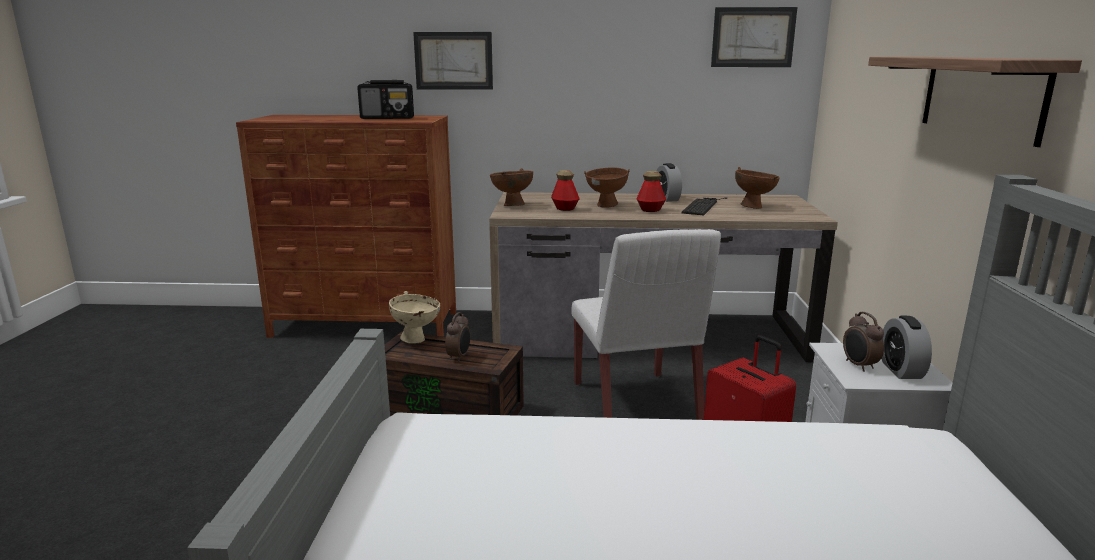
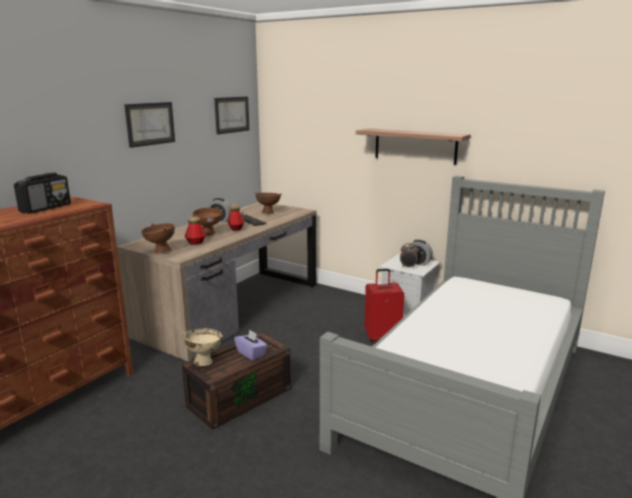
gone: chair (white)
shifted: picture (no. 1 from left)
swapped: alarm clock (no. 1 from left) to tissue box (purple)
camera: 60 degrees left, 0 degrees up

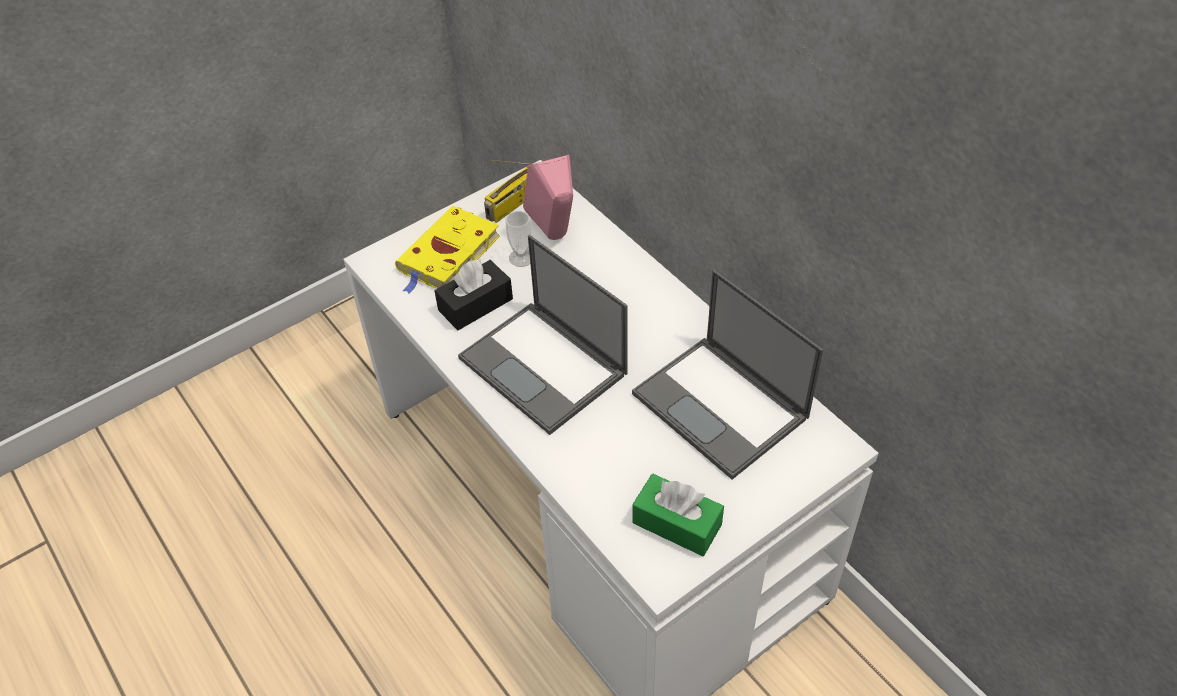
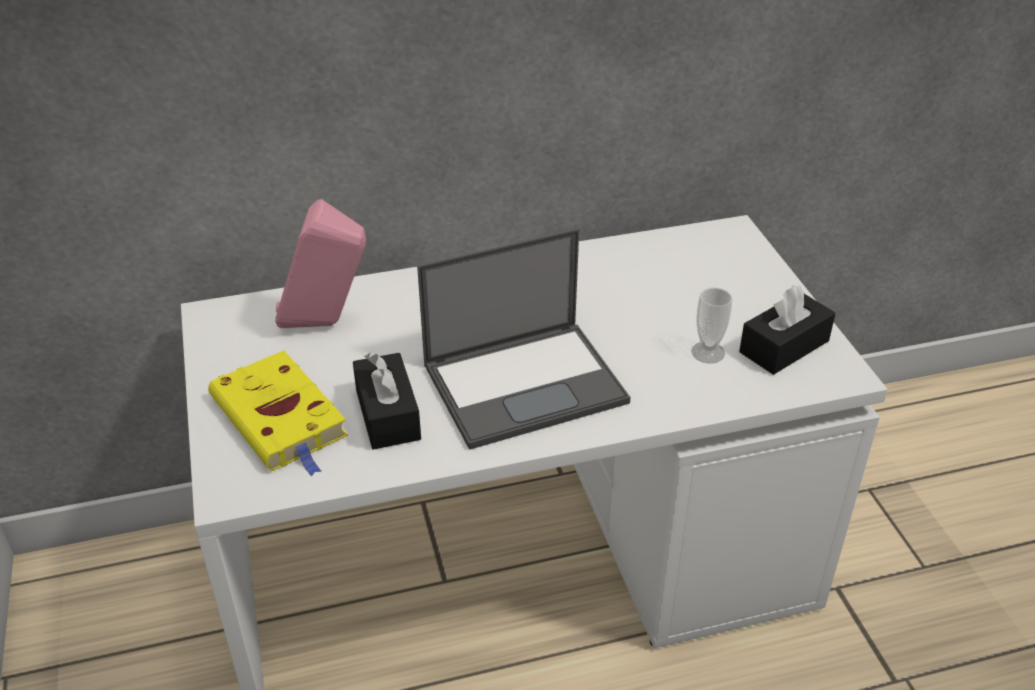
gone: radio; laptop (no. 2 from left)
shifted: cup
repainted: tissue box (green) to tissue box (black) (no. 2 from left)
camera: 70 degrees left, 10 degrees down

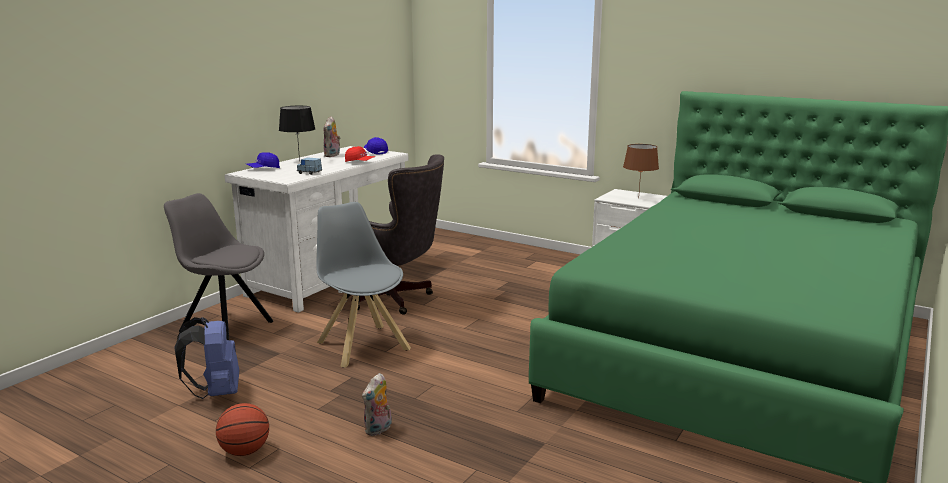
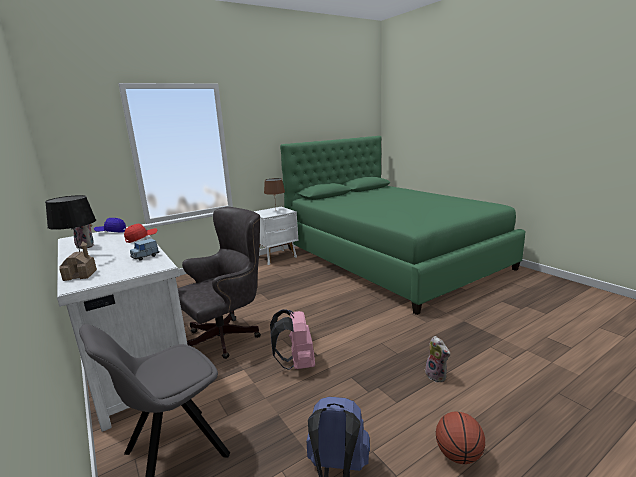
swapped: cap (blue) (no. 1 from left) to toy house; chair (grey) (no. 2 from left) to backpack (pink)
camera: 65 degrees left, 0 degrees up

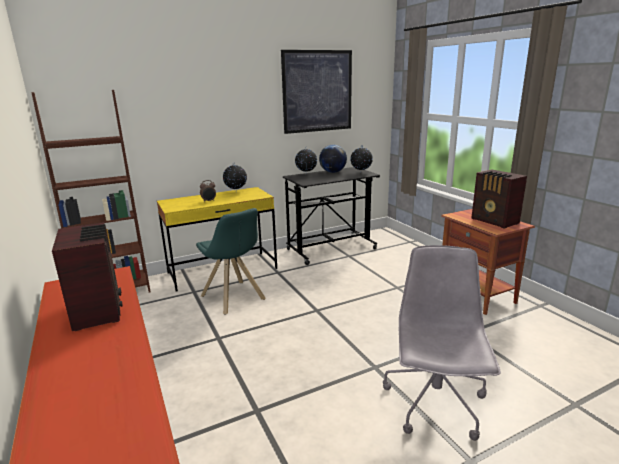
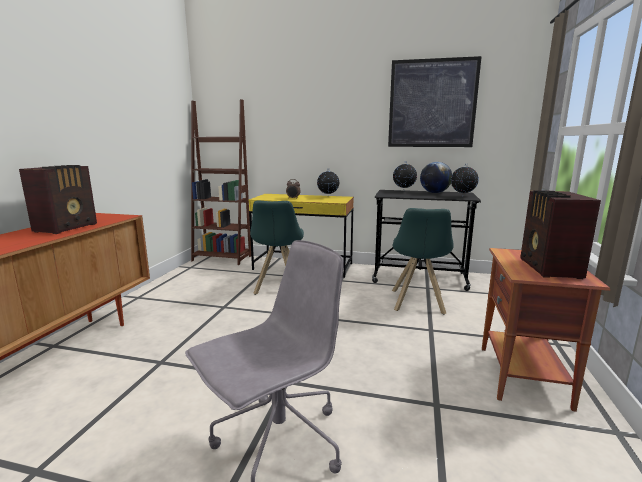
new: chair (turquoise) (no. 2 from left)
camera: 40 degrees right, 5 degrees down

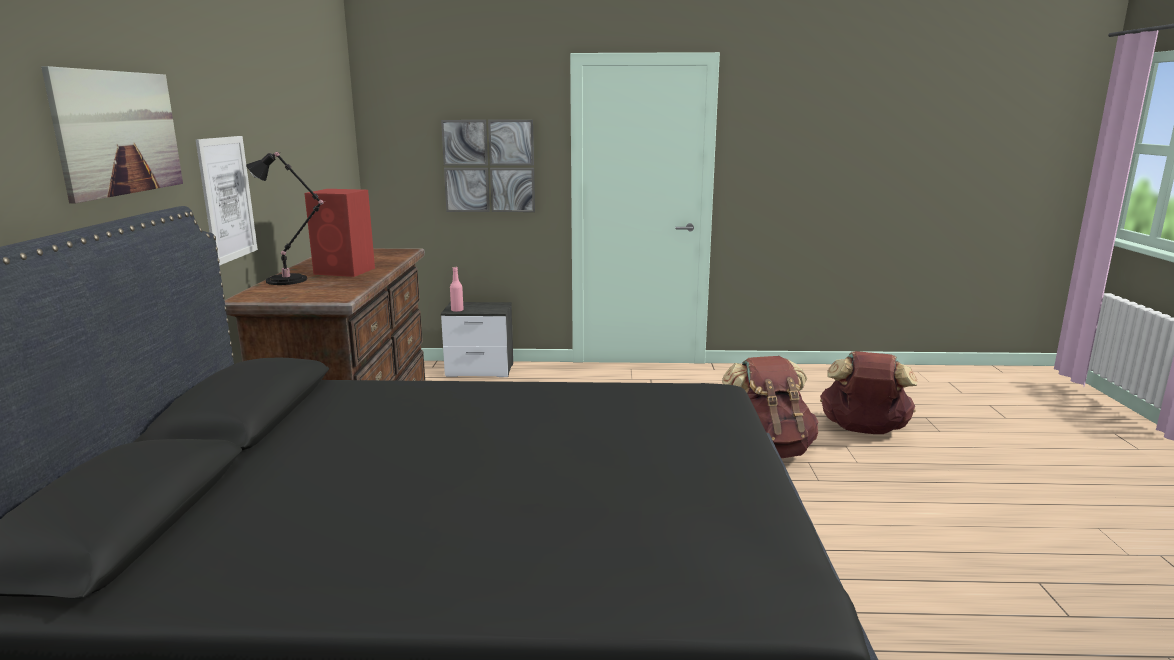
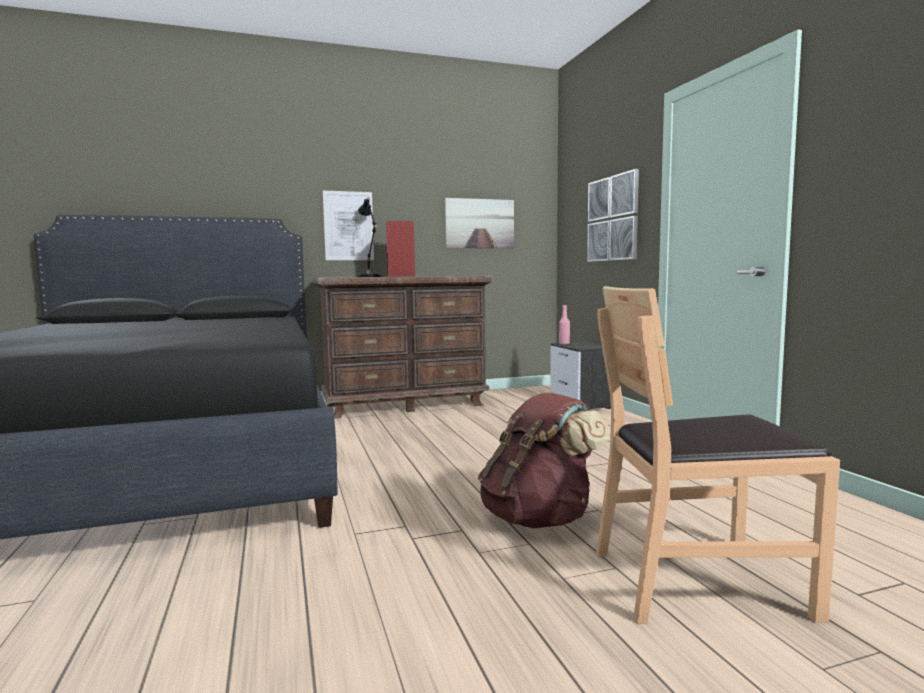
shifted: picture (no. 1 from left in the first image) to picture (no. 2 from left)
swapped: backpack (brown) (no. 2 from left) to chair (brown)
camera: 70 degrees right, 10 degrees down

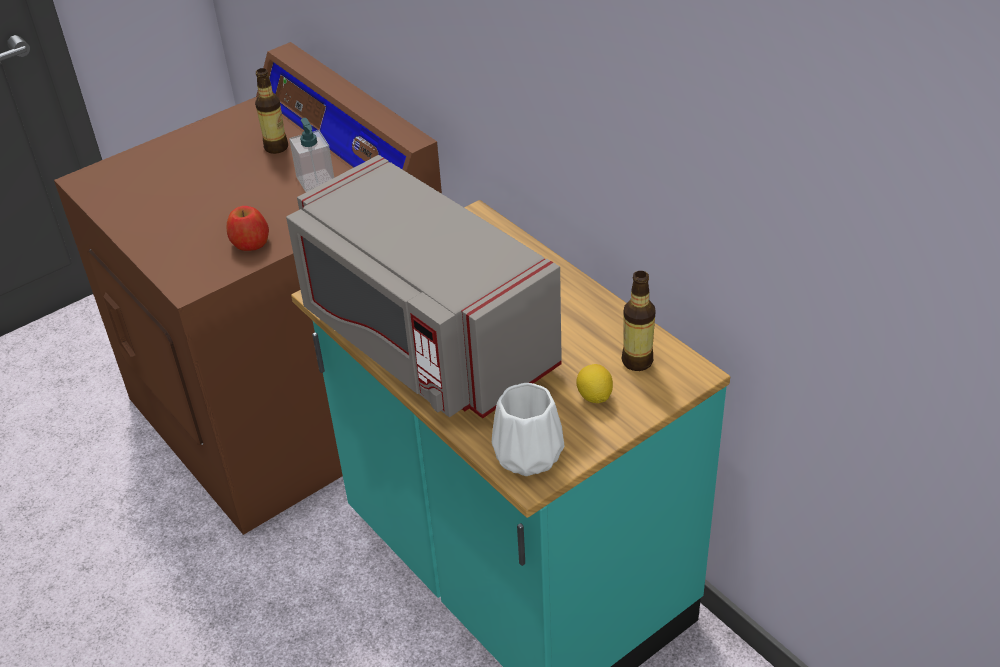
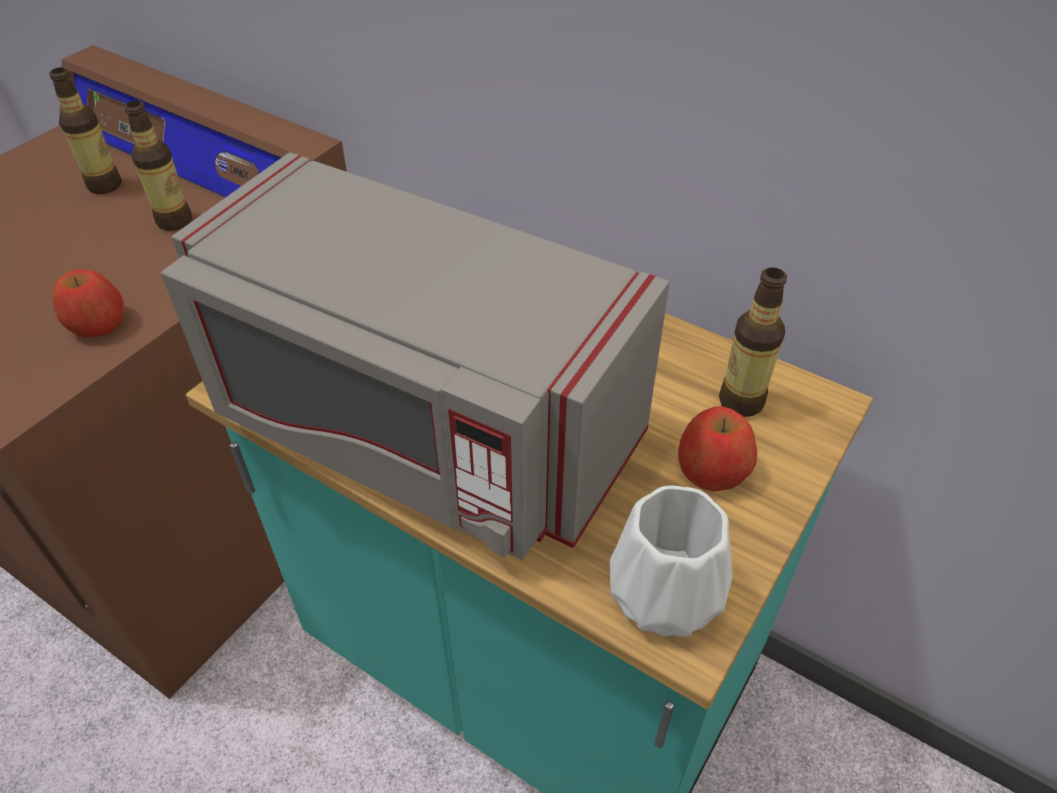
swapped: soap dispenser to bottle (no. 2 from left); lemon to apple (no. 2 from left)
camera: 20 degrees left, 5 degrees up

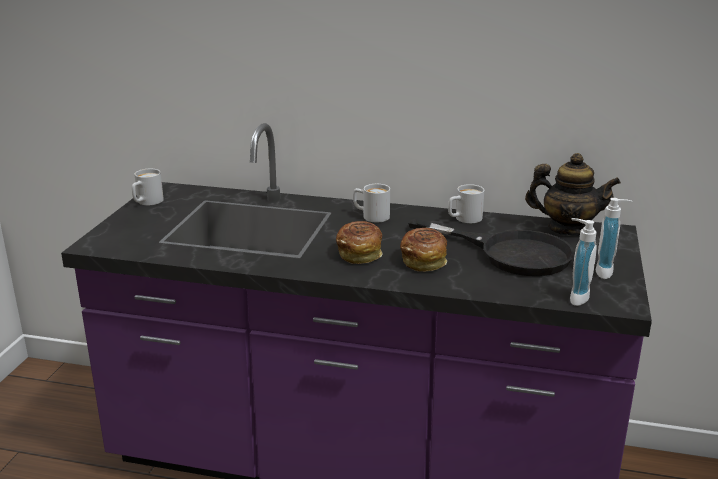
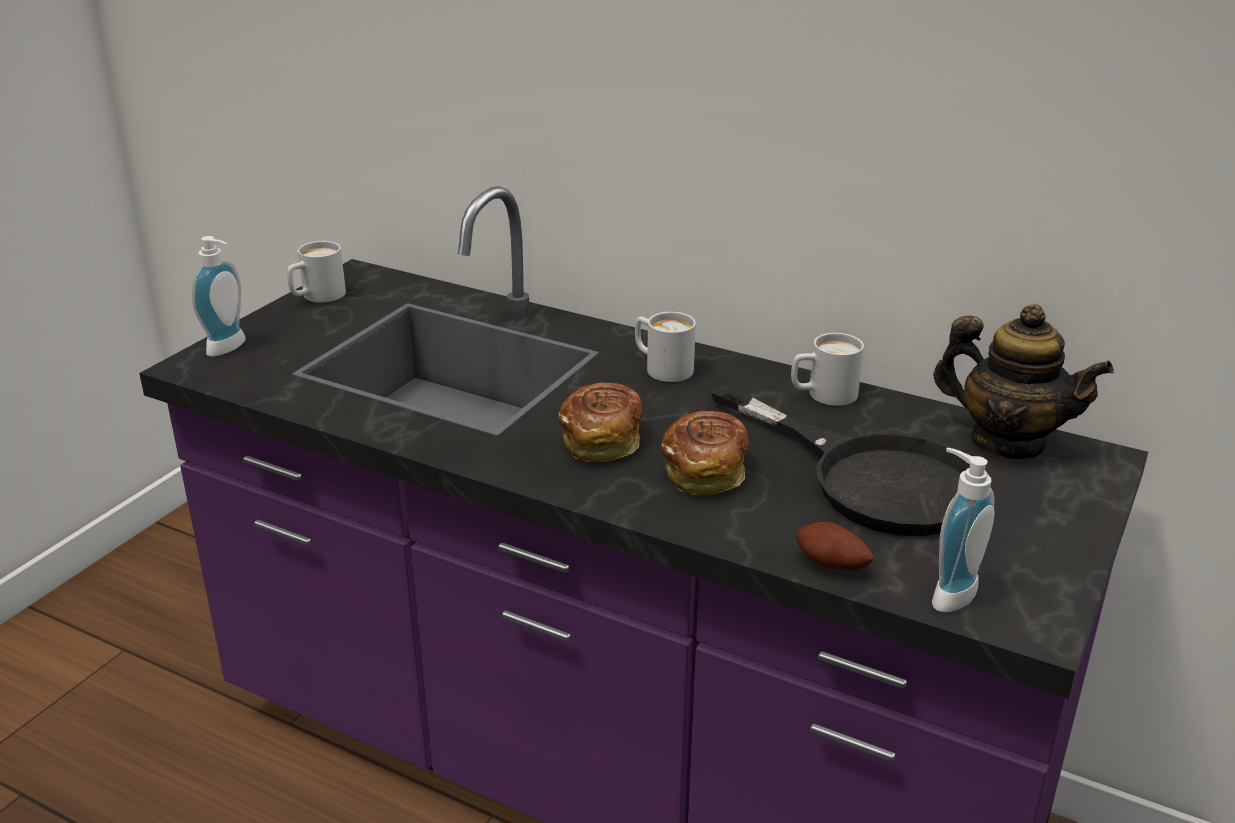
new: potato
shifted: soap dispenser (no. 2 from left in the first image) to soap dispenser (no. 1 from left)
camera: 15 degrees right, 5 degrees up

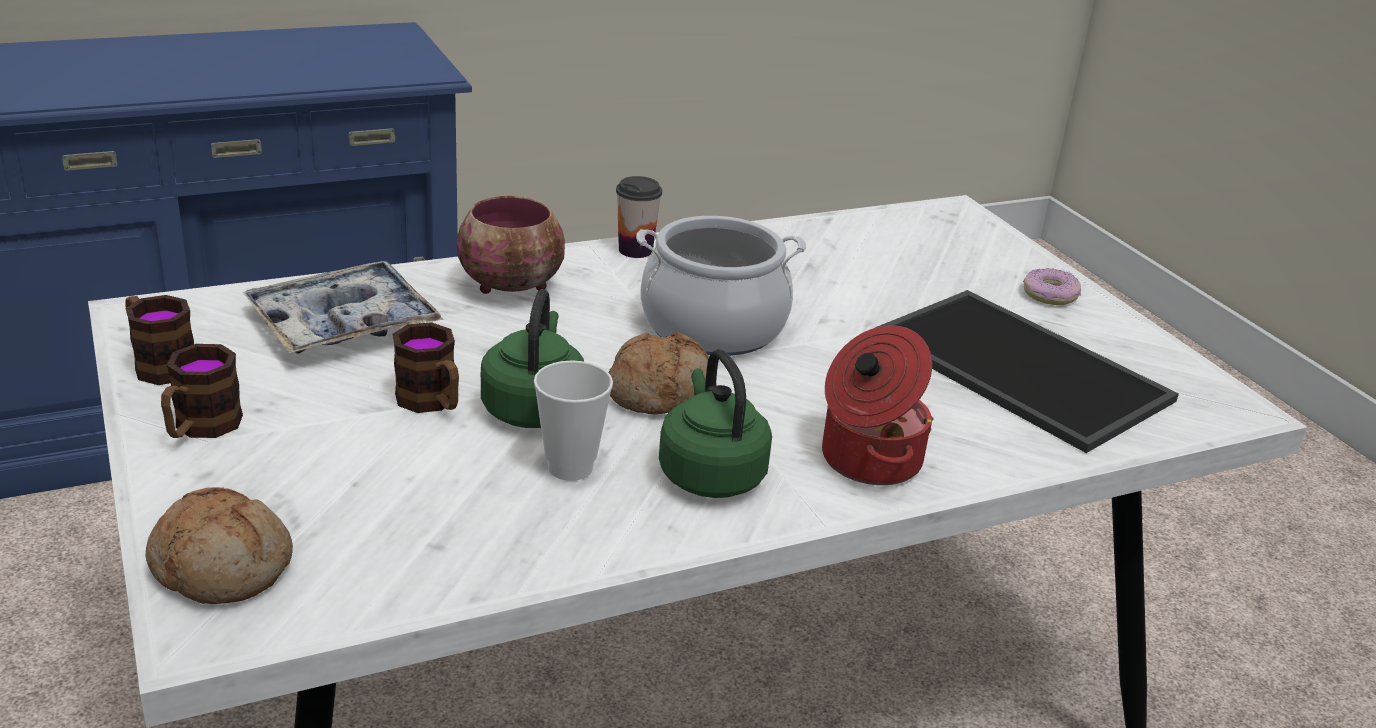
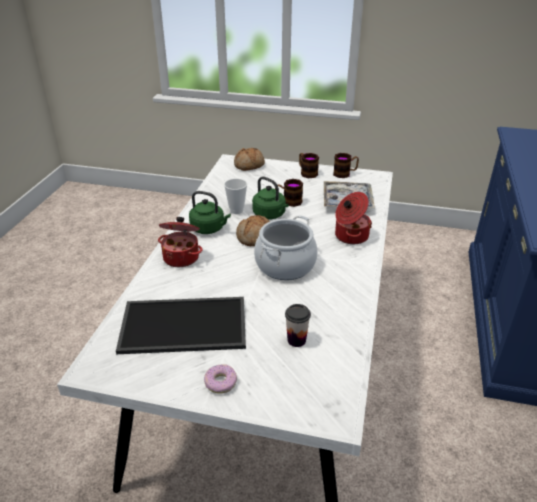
shifted: cup (no. 2 from left)
swapped: bowl to cooking pot (no. 3 from left)
camera: 130 degrees right, 5 degrees up

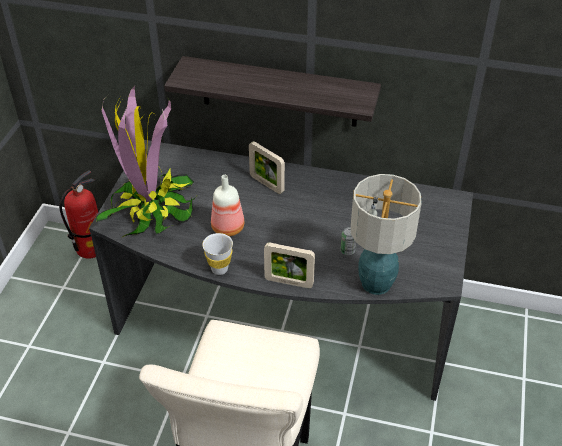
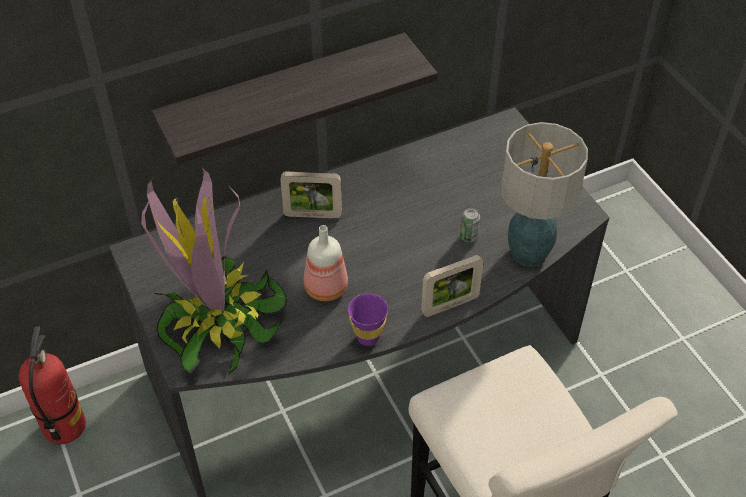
repainted: cup (white) to cup (purple)
camera: 40 degrees left, 5 degrees up

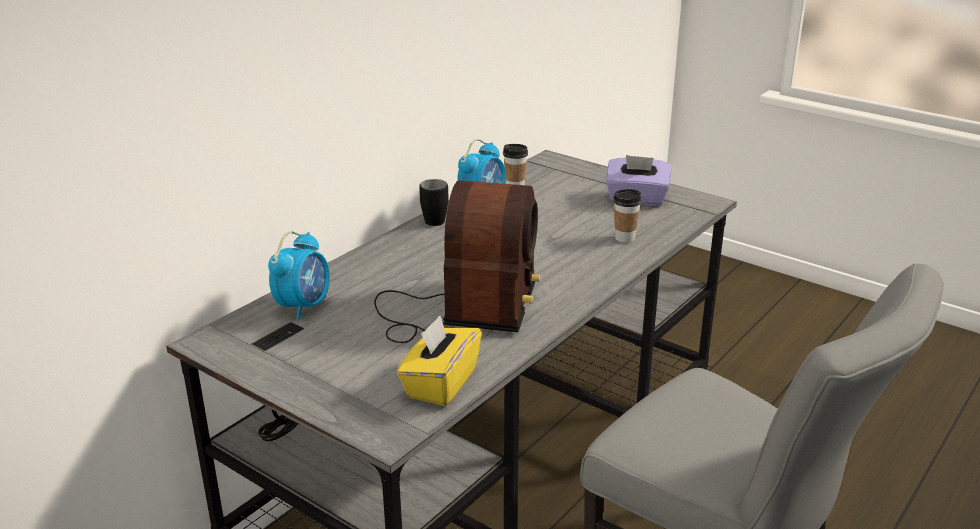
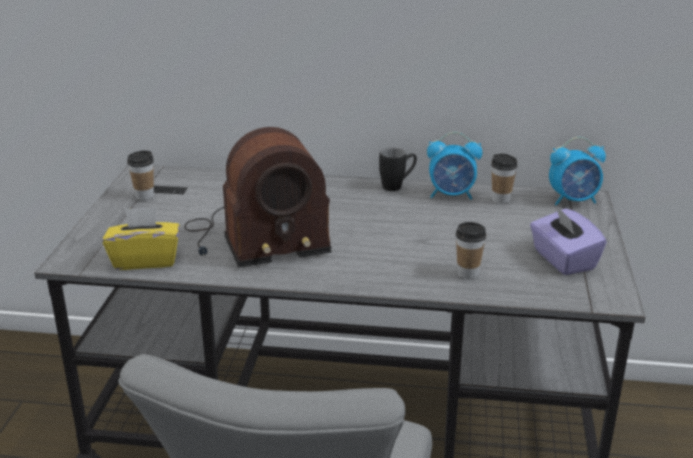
new: cup (no. 1 from left)
shifted: alarm clock (no. 1 from left in the first image) to alarm clock (no. 2 from left)
camera: 60 degrees right, 0 degrees up

